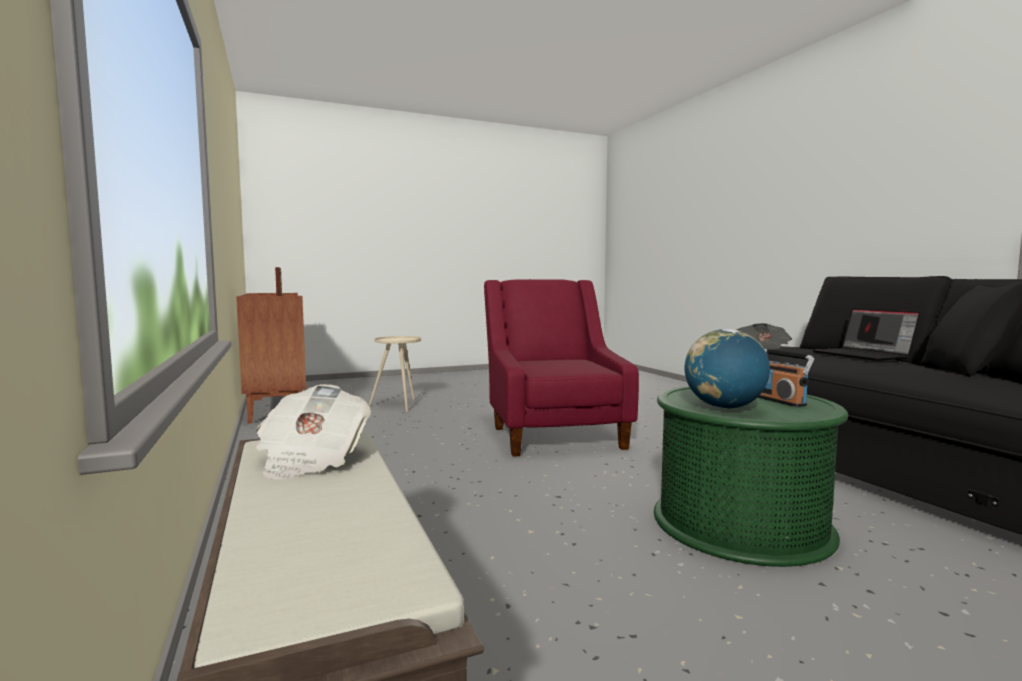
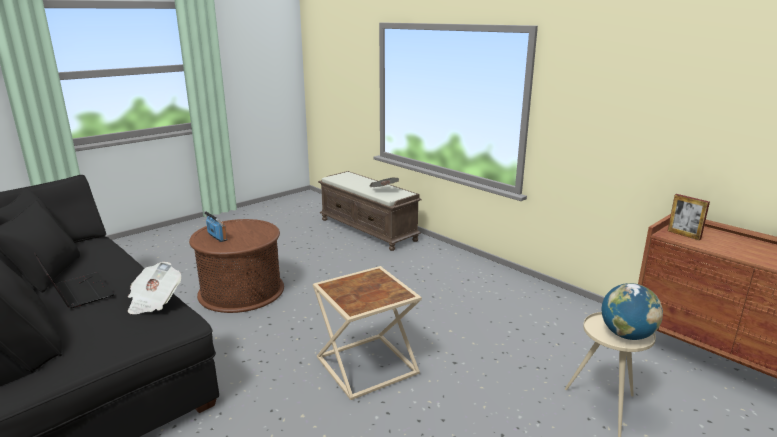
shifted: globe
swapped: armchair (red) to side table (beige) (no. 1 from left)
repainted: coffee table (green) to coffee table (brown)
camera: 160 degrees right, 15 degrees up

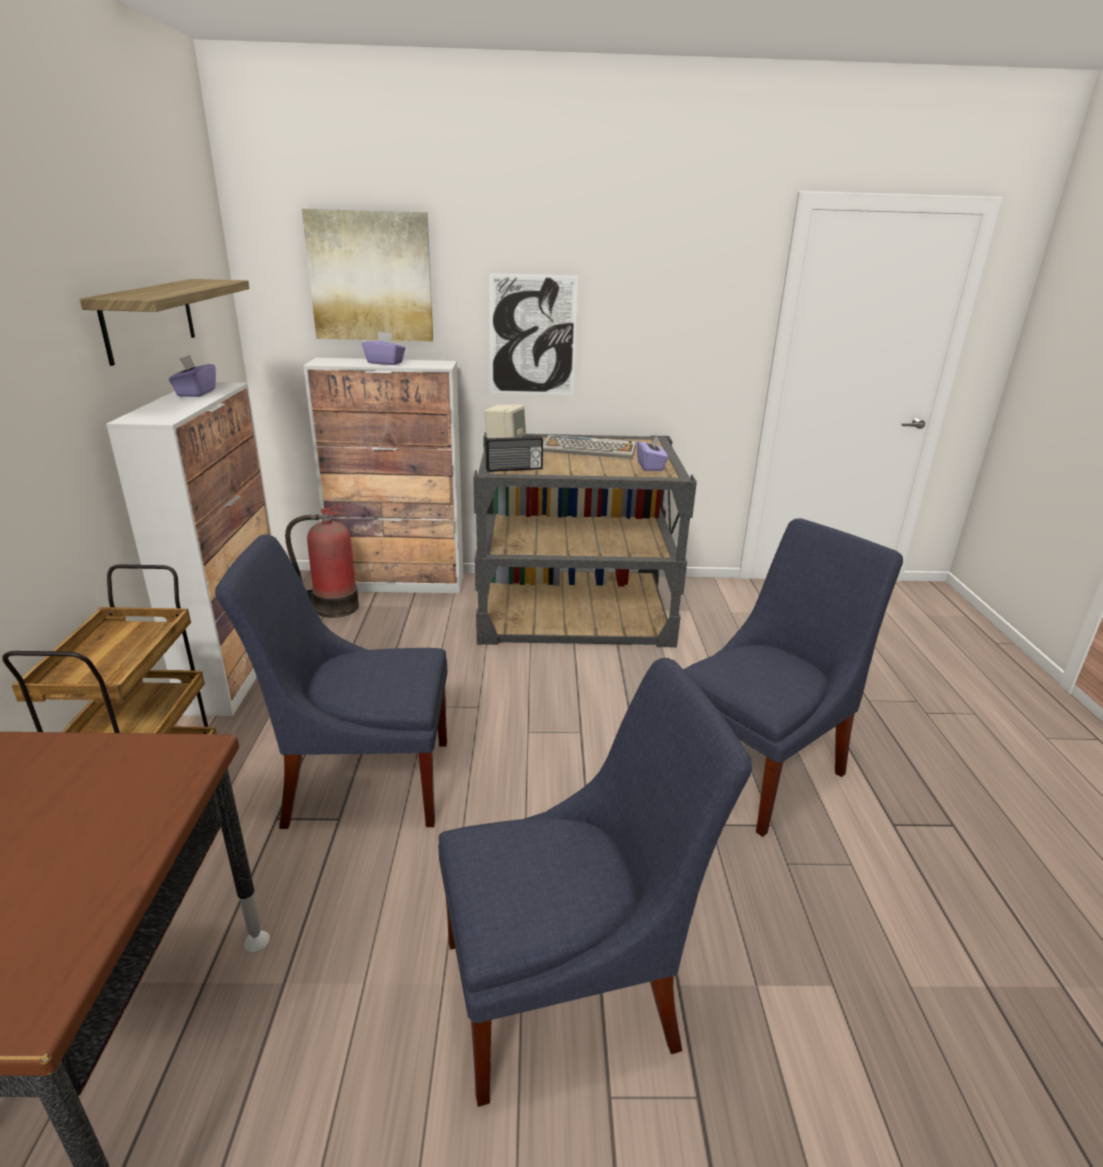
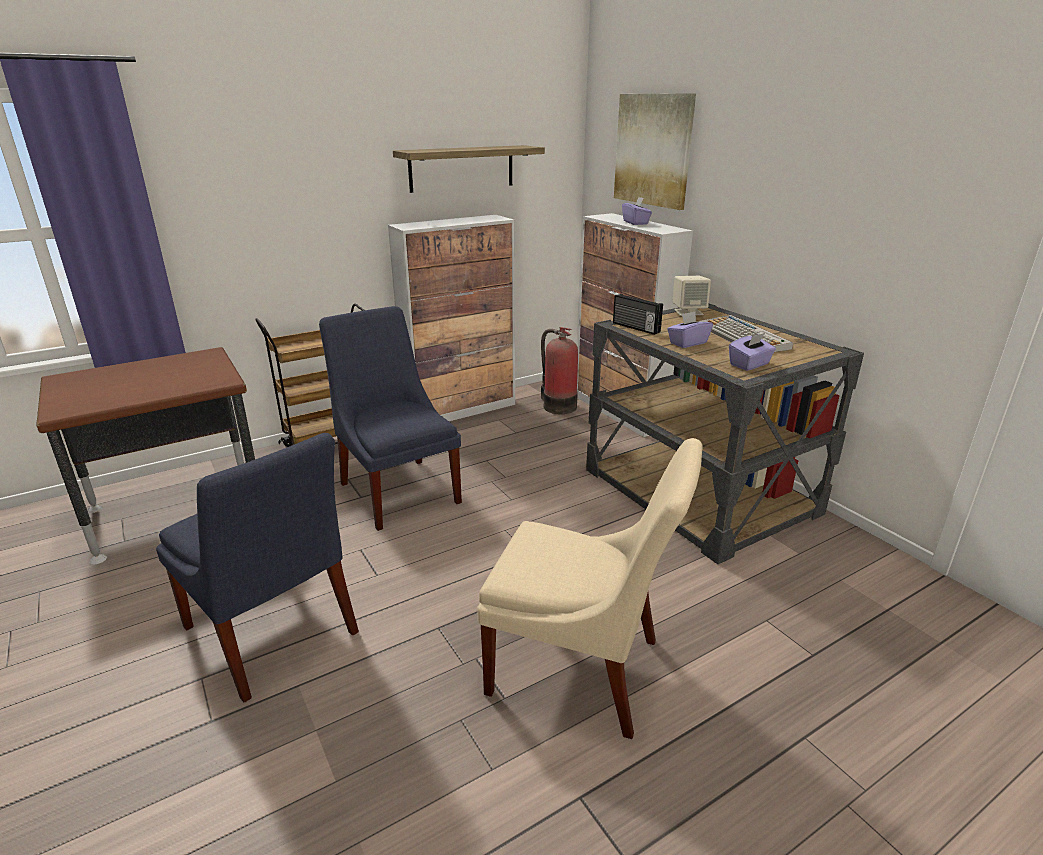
gone: picture (no. 2 from left)
shifted: tissue box (purple) (no. 1 from left in the first image) to tissue box (purple) (no. 2 from left)
repainted: chair (blue) (no. 3 from left) to chair (beige)
camera: 60 degrees right, 0 degrees up

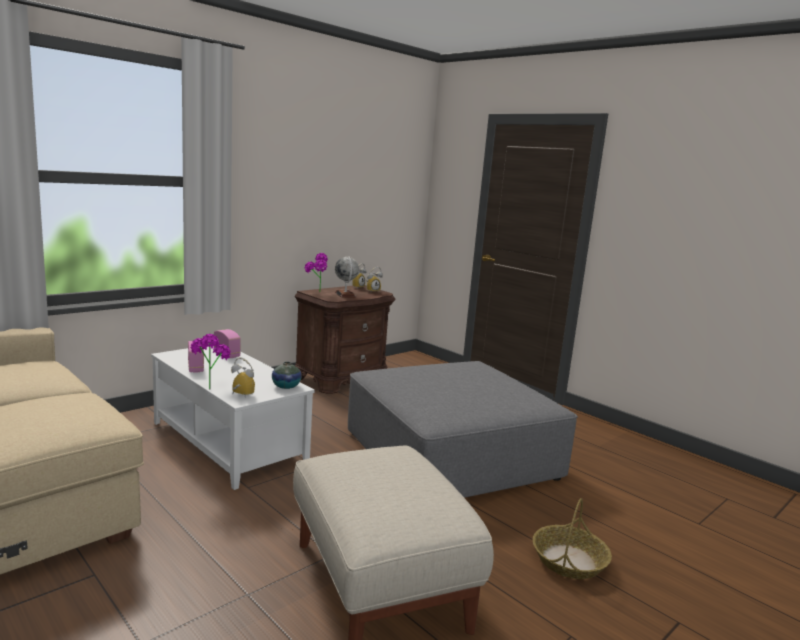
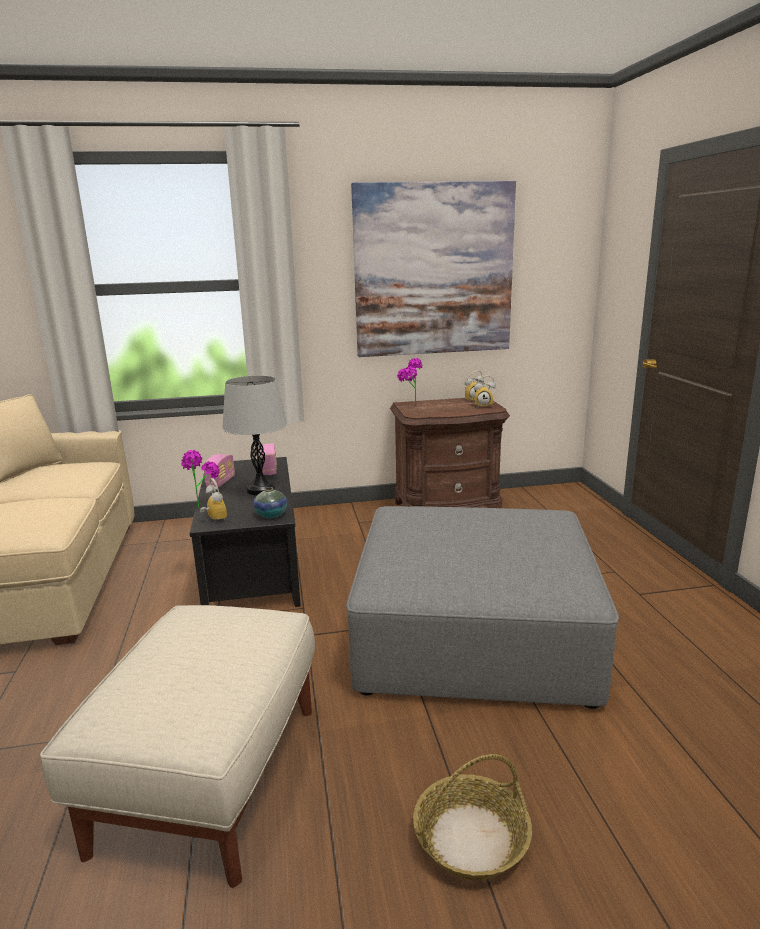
gone: globe
new: table lamp (grey); picture
repainted: coffee table (white) to coffee table (black)
camera: 35 degrees right, 5 degrees up

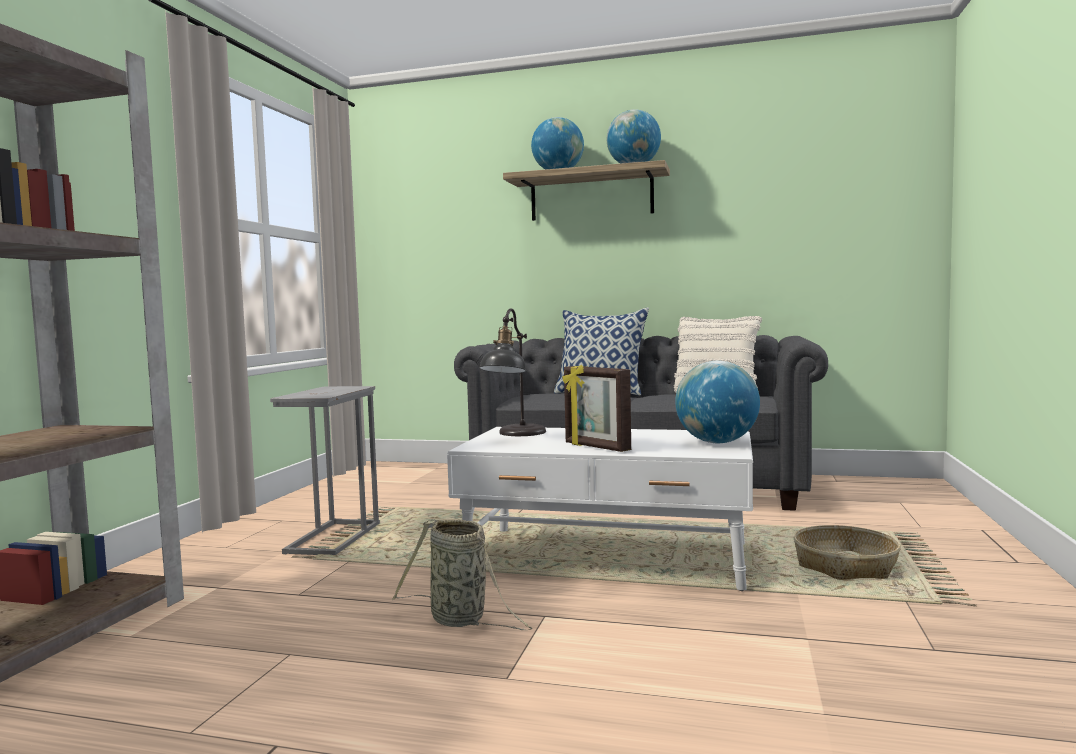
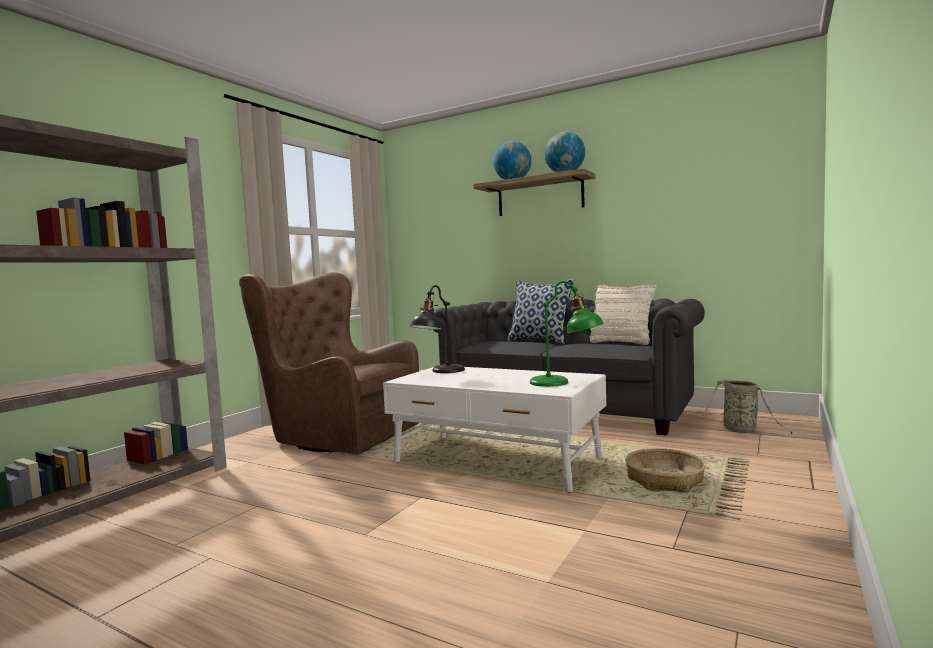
gone: picture frame
shifted: basket (no. 1 from left in the first image) to basket (no. 2 from left)
swapped: side table (grey) to armchair (brown); globe (no. 3 from left) to table lamp (green)
camera: 15 degrees right, 0 degrees up

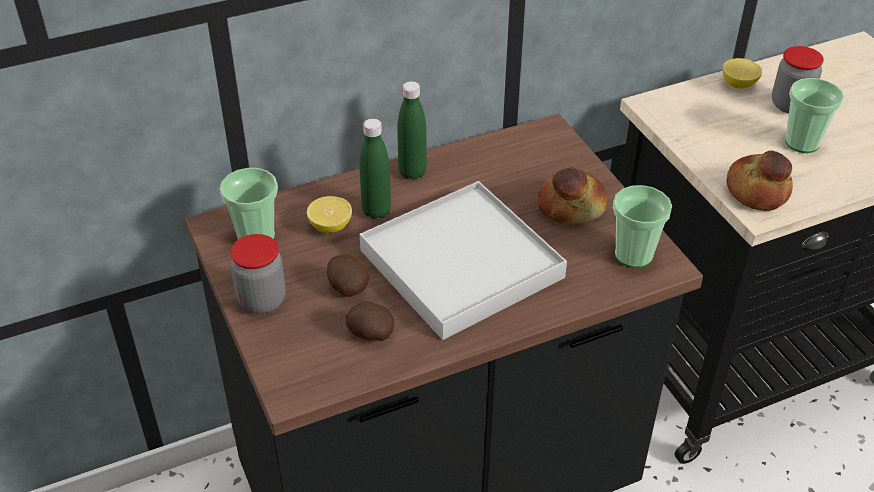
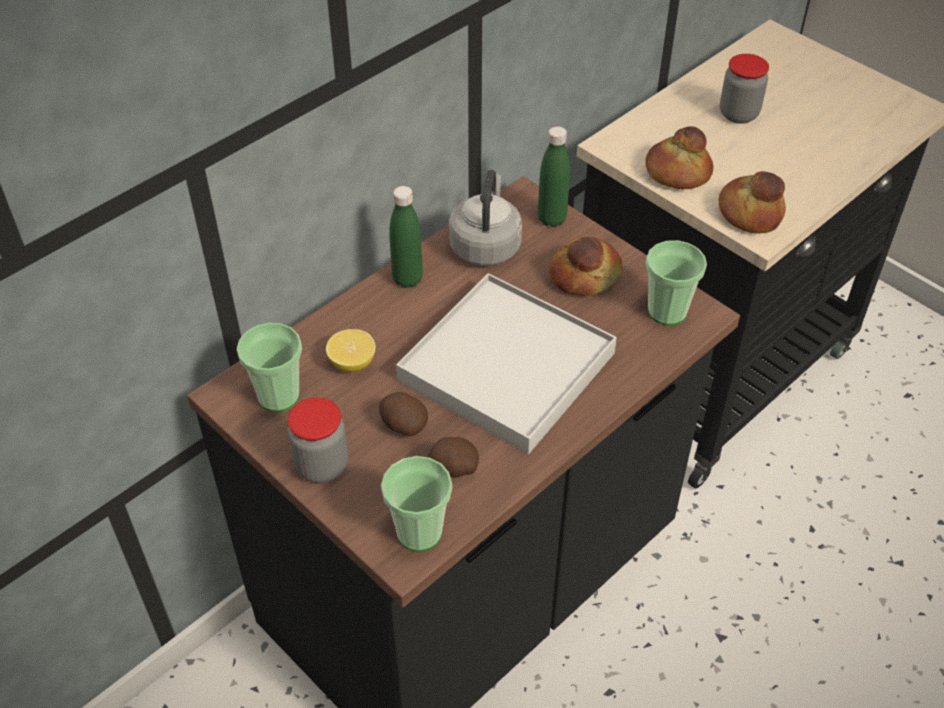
gone: lemon (no. 2 from left)
new: kettle (grey); bread (no. 2 from left)
shifted: bottle (green) (no. 1 from left in the first image) to bottle (green) (no. 2 from left); cup (no. 3 from left in the first image) to cup (no. 2 from left)
camera: 20 degrees left, 5 degrees up

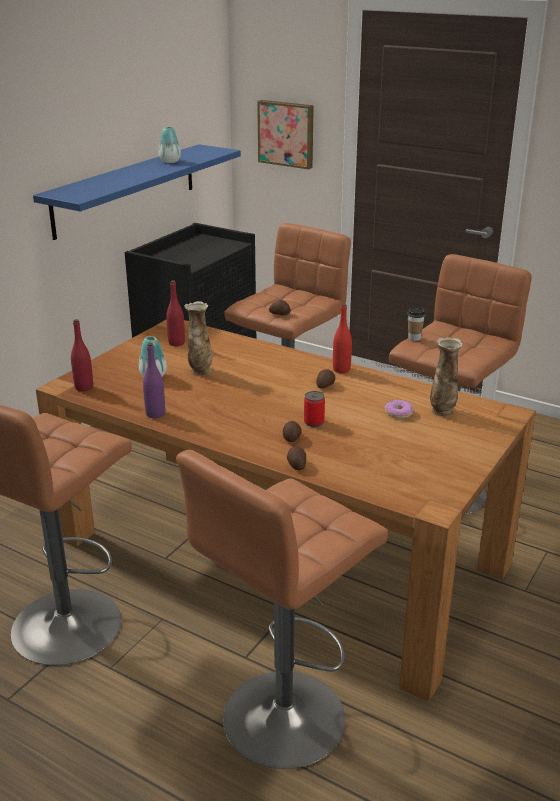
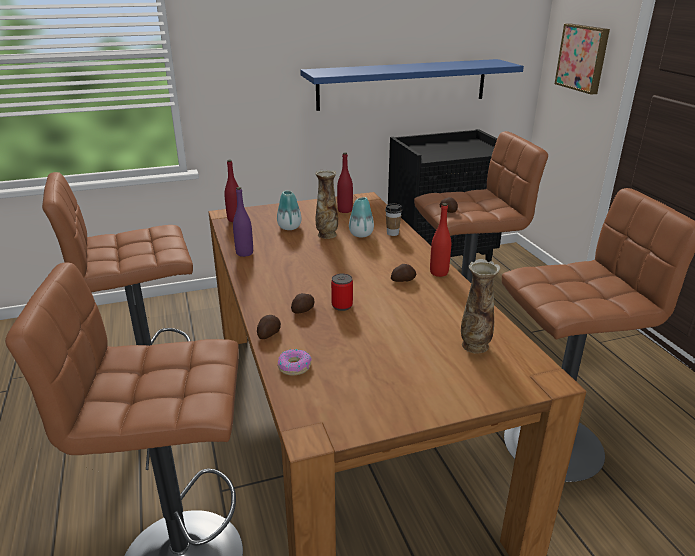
shifted: vase (no. 2 from left in the first image) to vase (no. 3 from left); donut; cup
camera: 40 degrees right, 0 degrees up

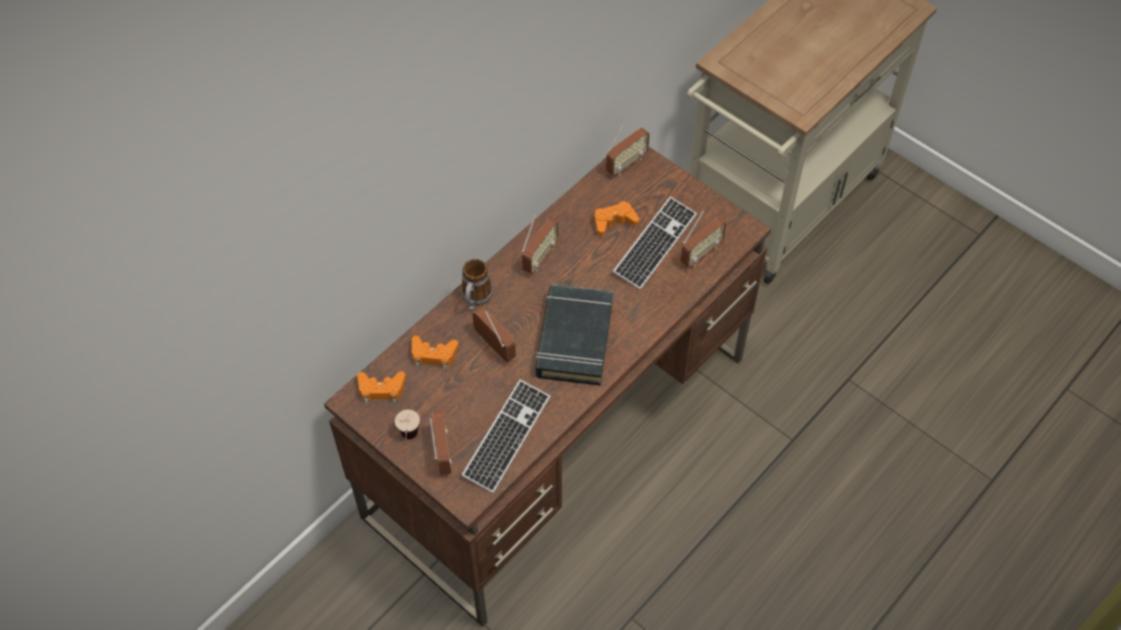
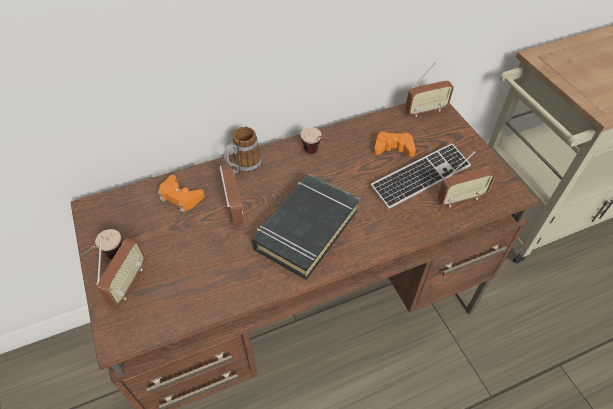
gone: game controller (orange) (no. 1 from left); keyboard (no. 1 from left)
swapped: radio (no. 3 from left) to cup (no. 2 from left)
camera: 25 degrees right, 5 degrees down

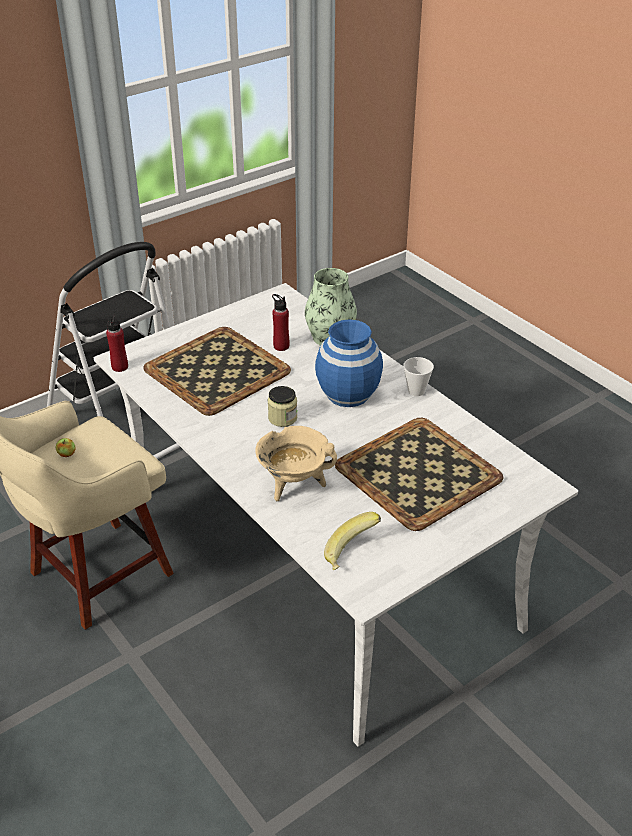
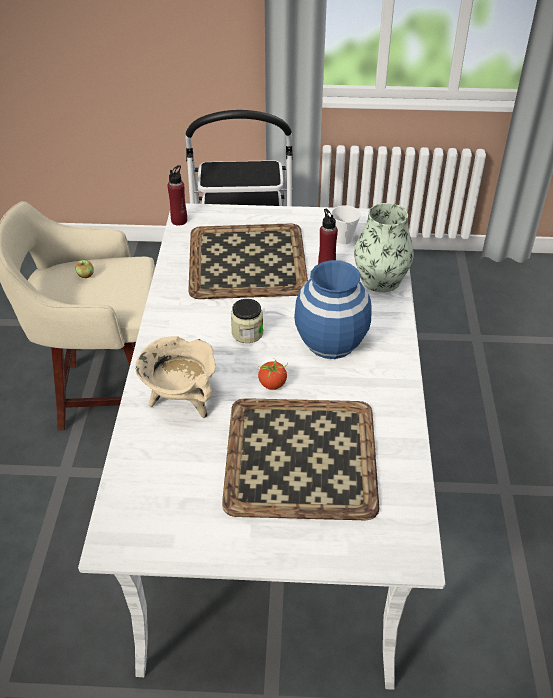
gone: banana
new: tomato
shifted: cup
camera: 40 degrees right, 5 degrees up

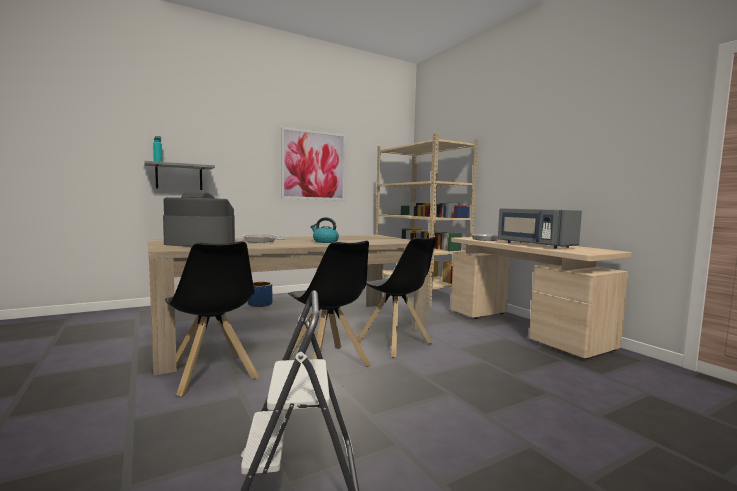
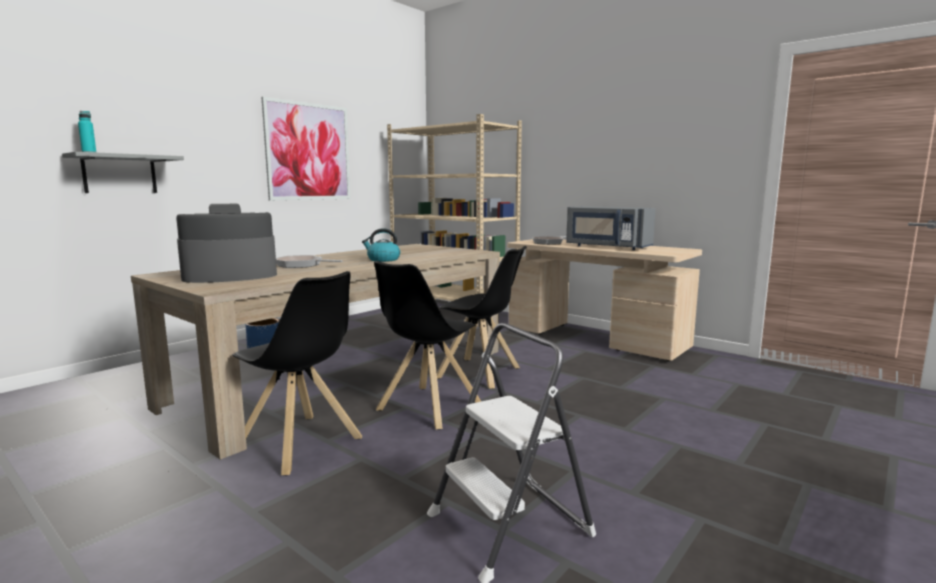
rotated: chair (black) (no. 2 from left) 90 degrees clockwise
camera: 20 degrees left, 5 degrees up

